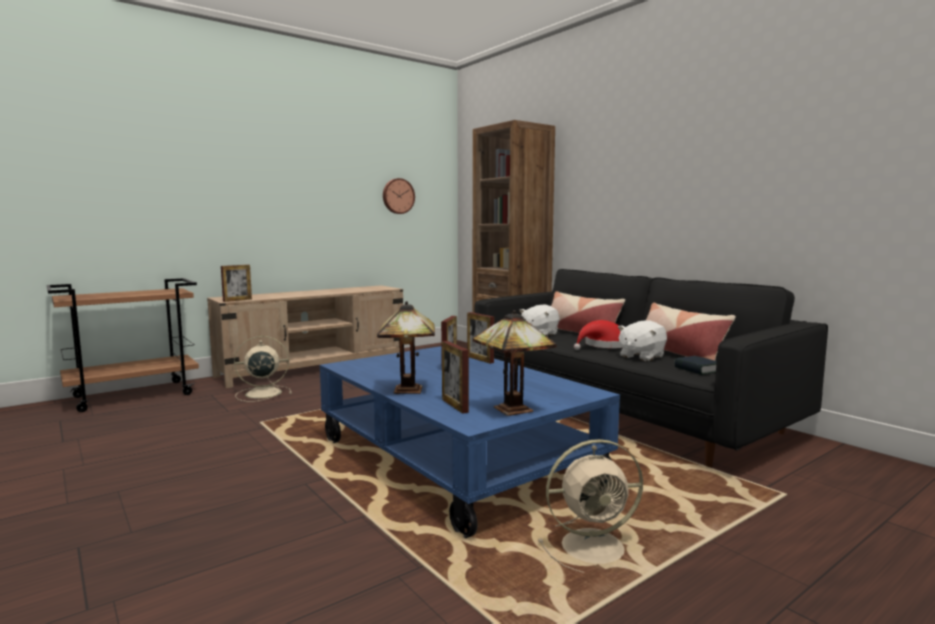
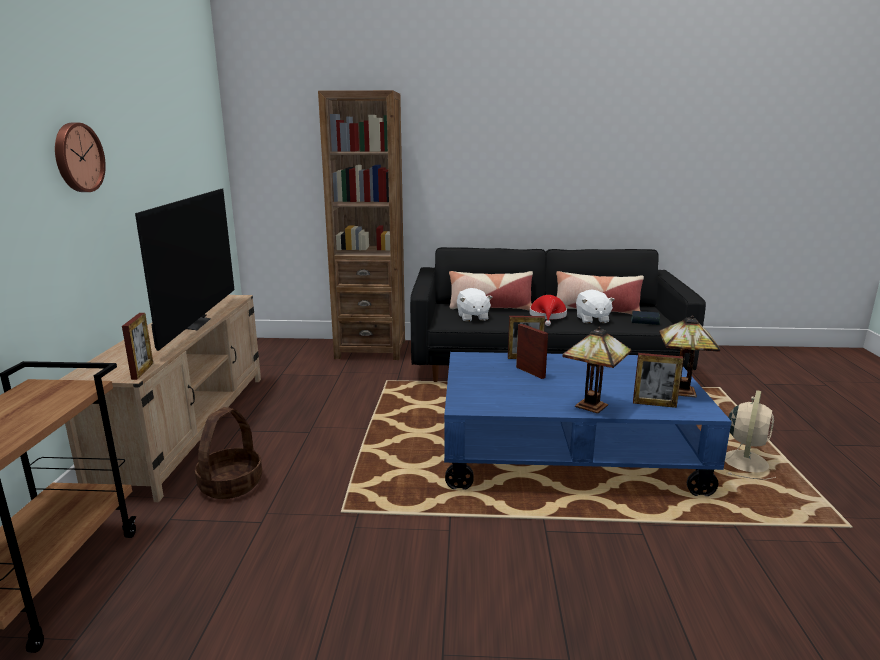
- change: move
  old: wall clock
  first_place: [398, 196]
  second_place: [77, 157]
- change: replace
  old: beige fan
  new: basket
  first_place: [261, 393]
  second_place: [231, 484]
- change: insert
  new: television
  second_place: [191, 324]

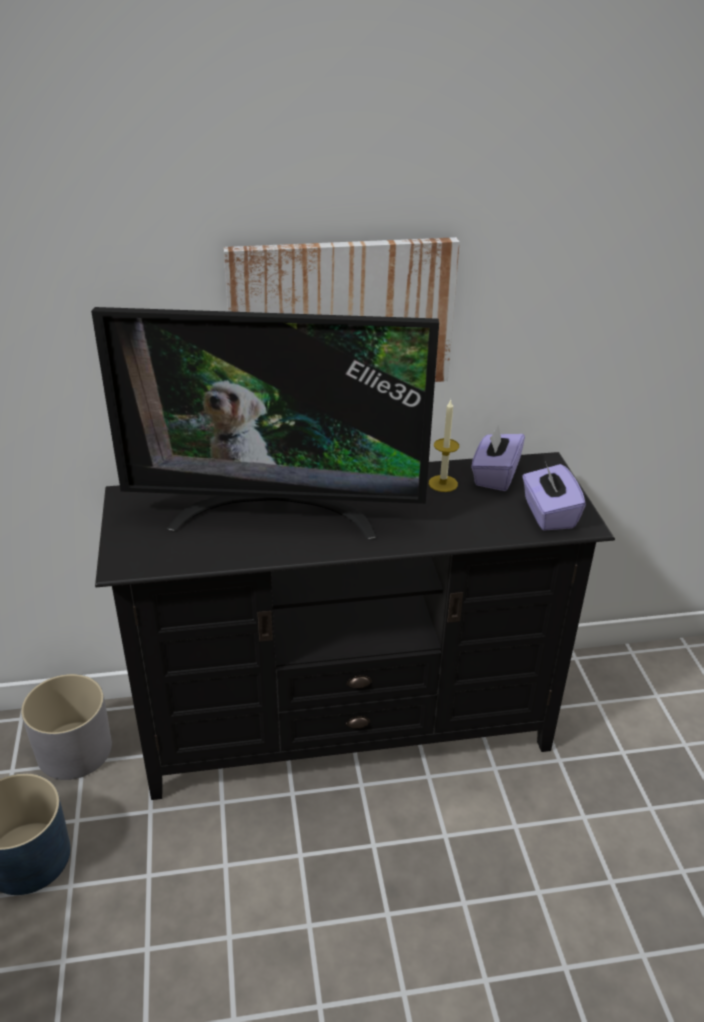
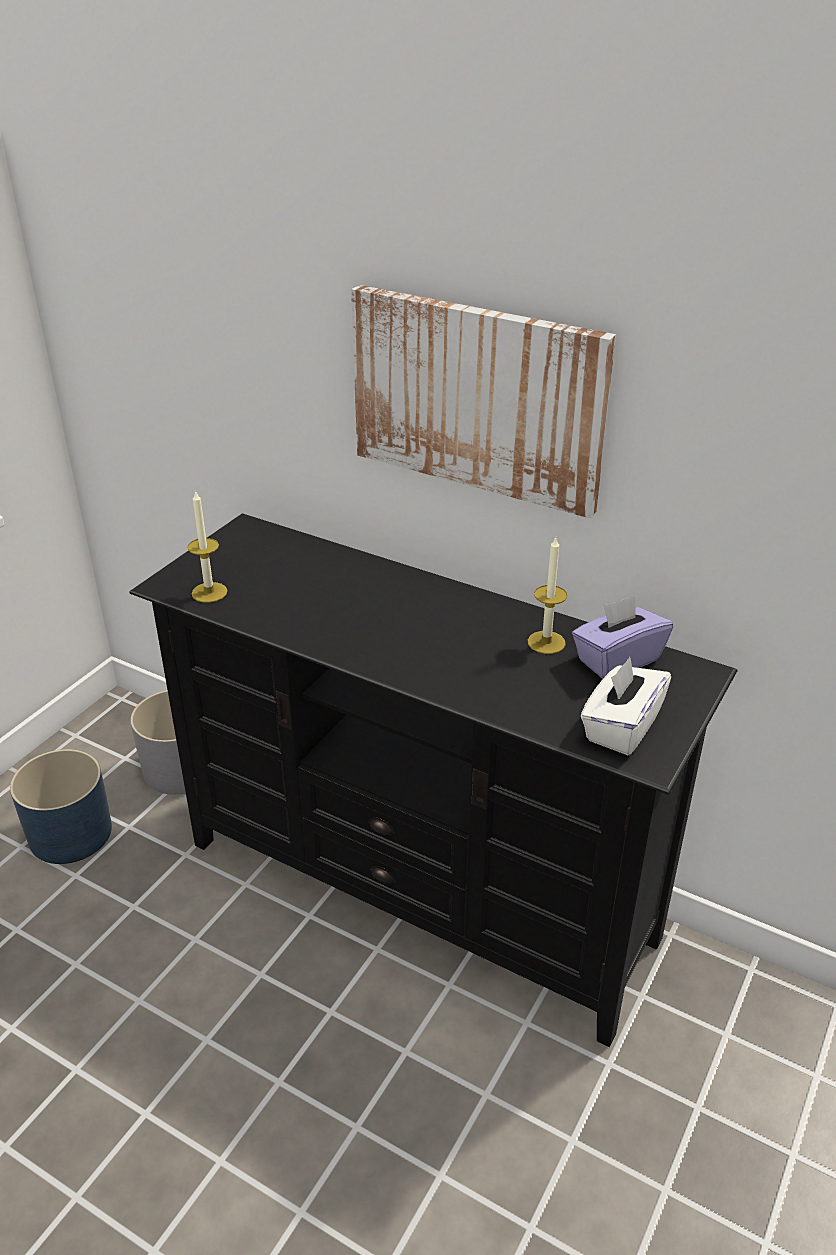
- change: delete
  old: television
  first_place: [275, 512]
- change: recolor
  old: purple tissue box
  new: white tissue box
  first_place: [548, 514]
  second_place: [621, 727]
- change: insert
  new: candle
  second_place: [209, 592]

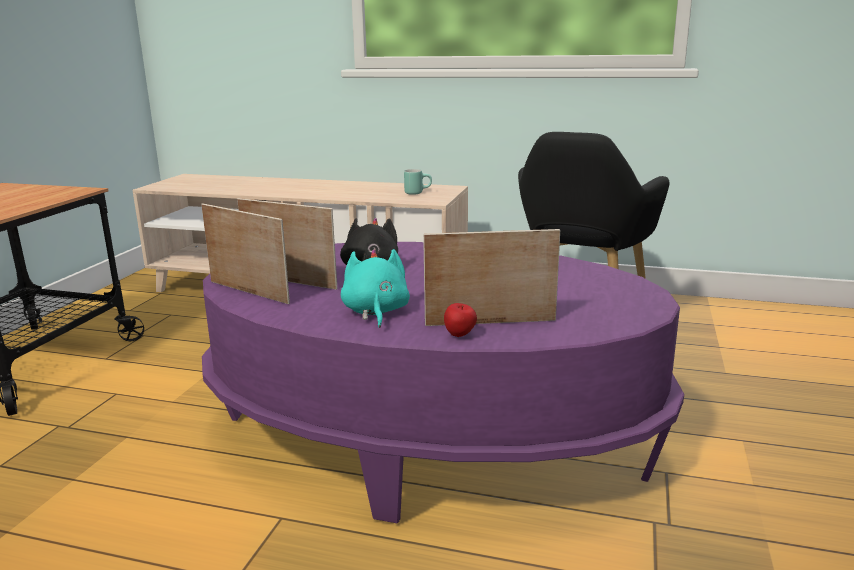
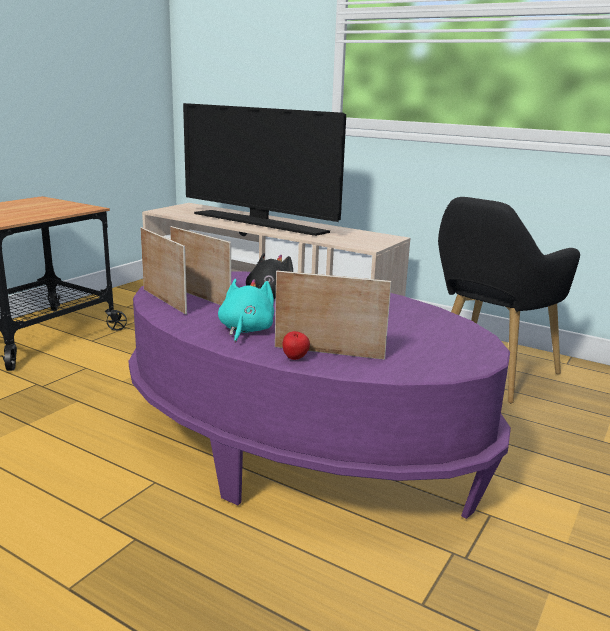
- change: delete
  old: turquoise mug
  first_place: [417, 192]
- change: insert
  new: television
  second_place: [260, 223]

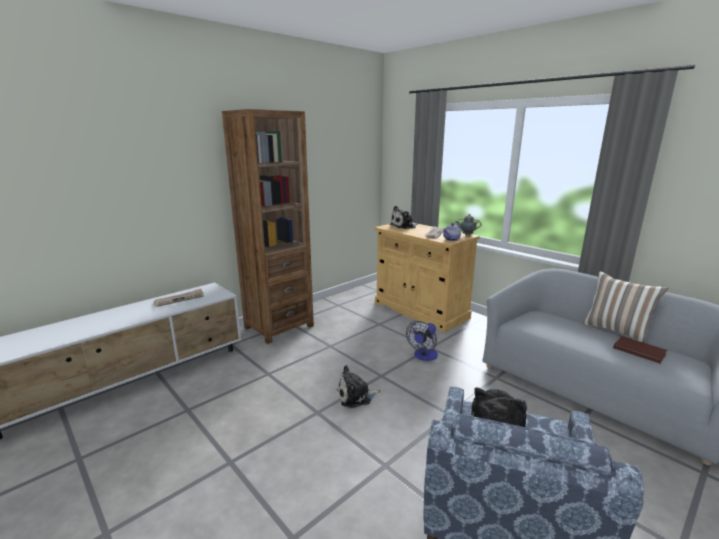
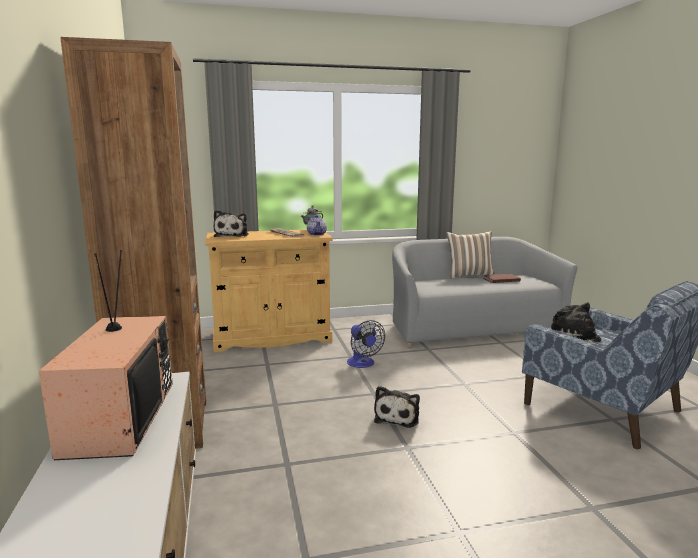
- change: replace
  old: newspaper
  new: television
  first_place: [180, 299]
  second_place: [118, 417]

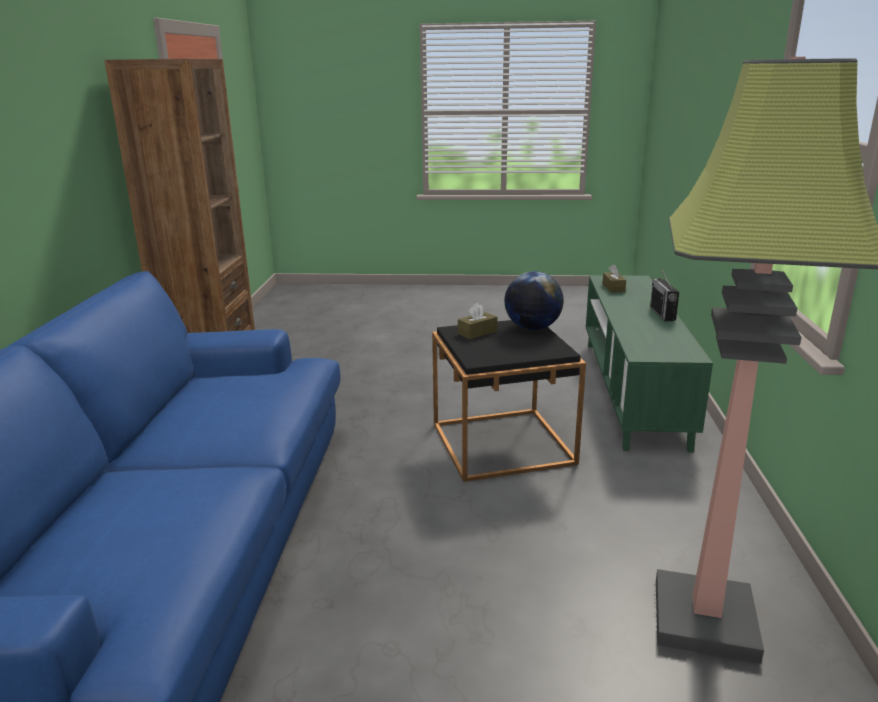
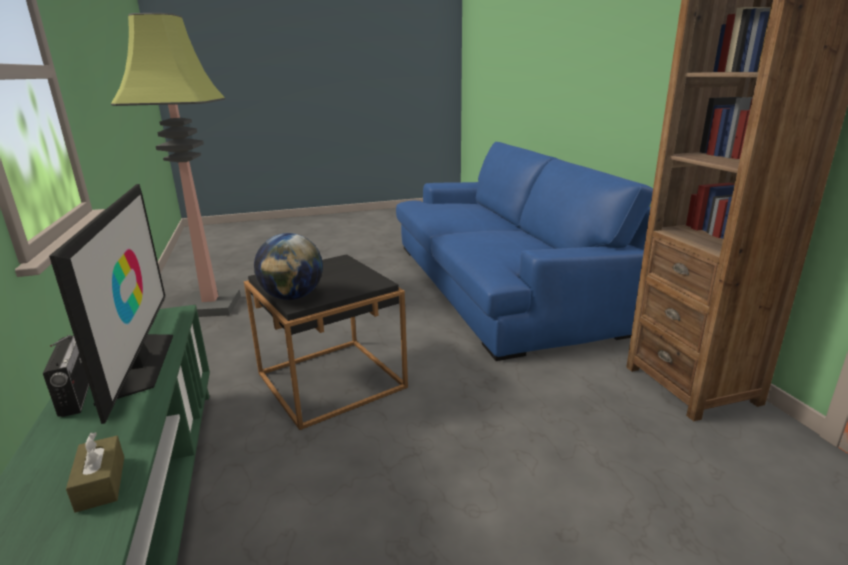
- change: delete
  old: brown tissue box
  first_place: [477, 332]
- change: insert
  new: television
  second_place: [140, 363]

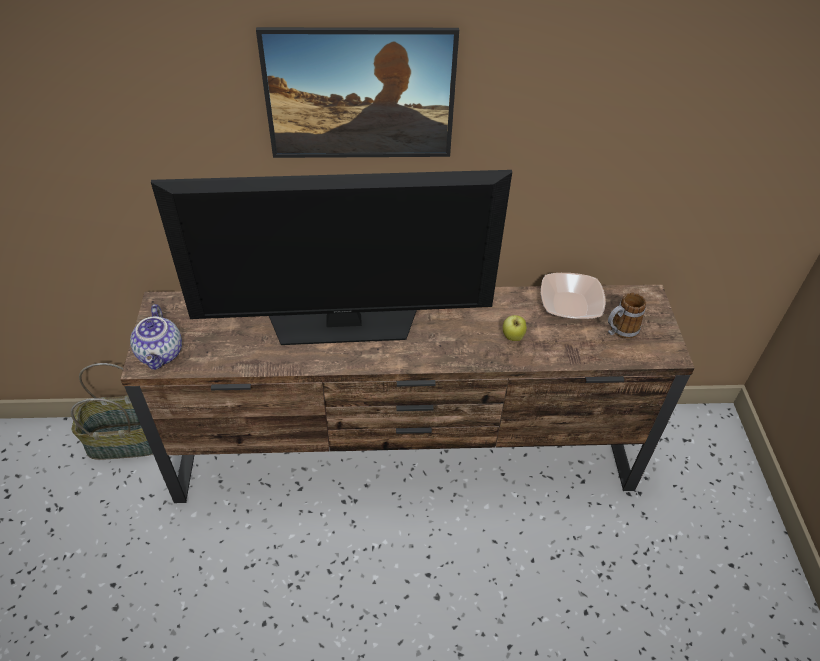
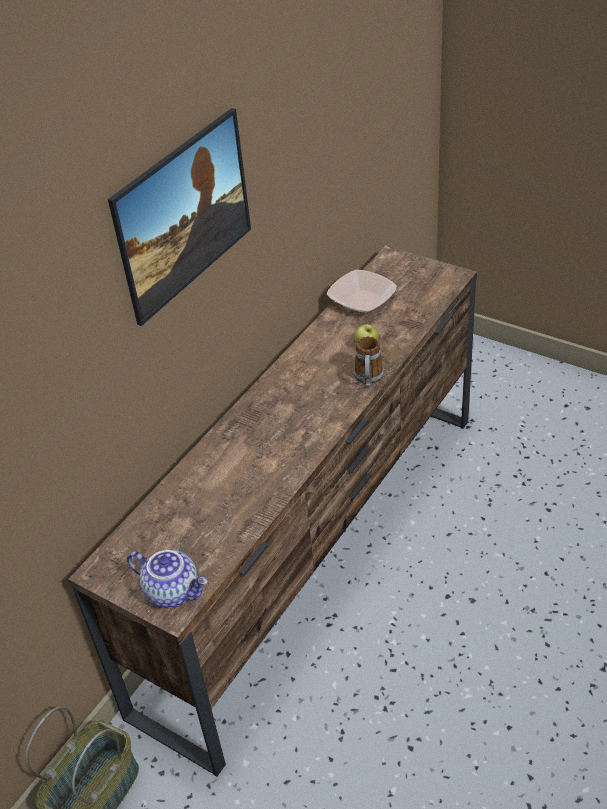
- change: delete
  old: television
  first_place: [344, 322]
- change: move
  old: mug
  first_place: [619, 331]
  second_place: [368, 379]

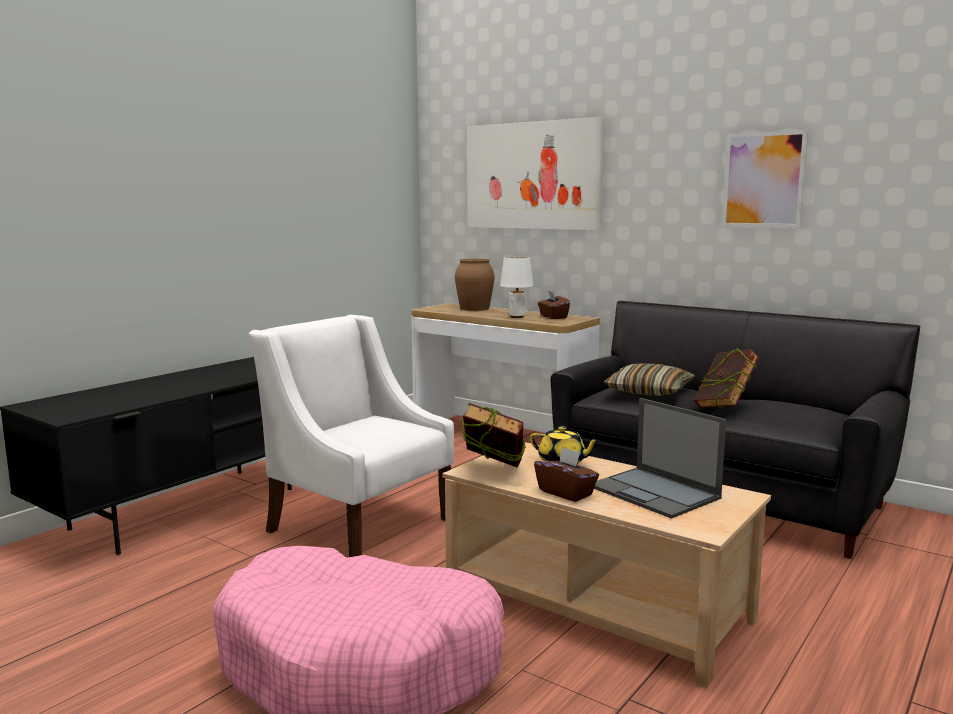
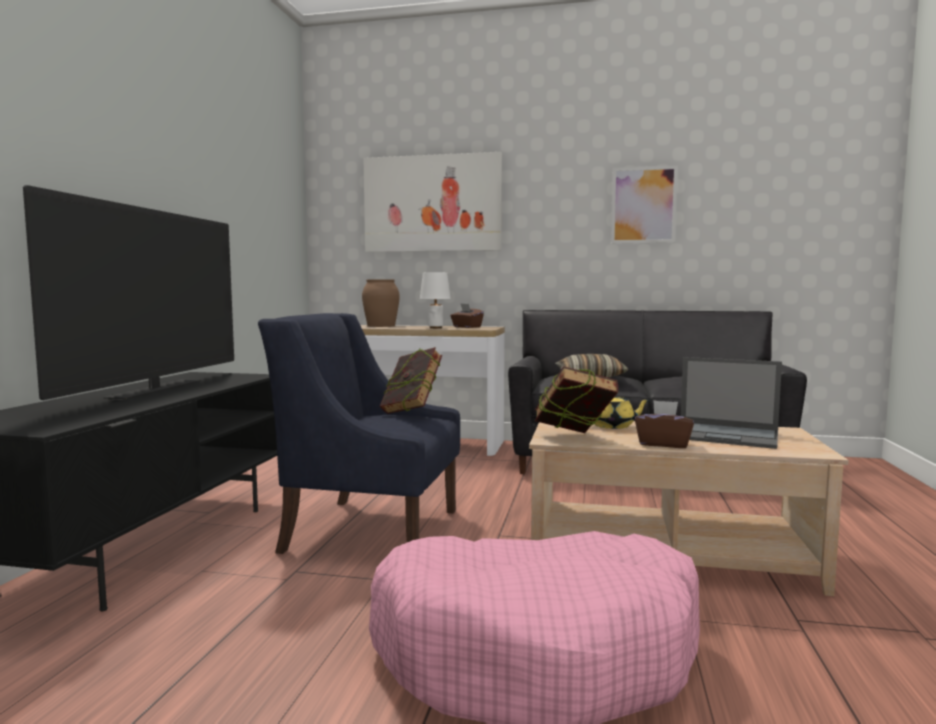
- change: recolor
  old: white armchair
  new: blue armchair
  first_place: [359, 524]
  second_place: [371, 529]
- change: move
  old: book
  first_place: [724, 408]
  second_place: [411, 412]
- change: insert
  new: television
  second_place: [156, 390]

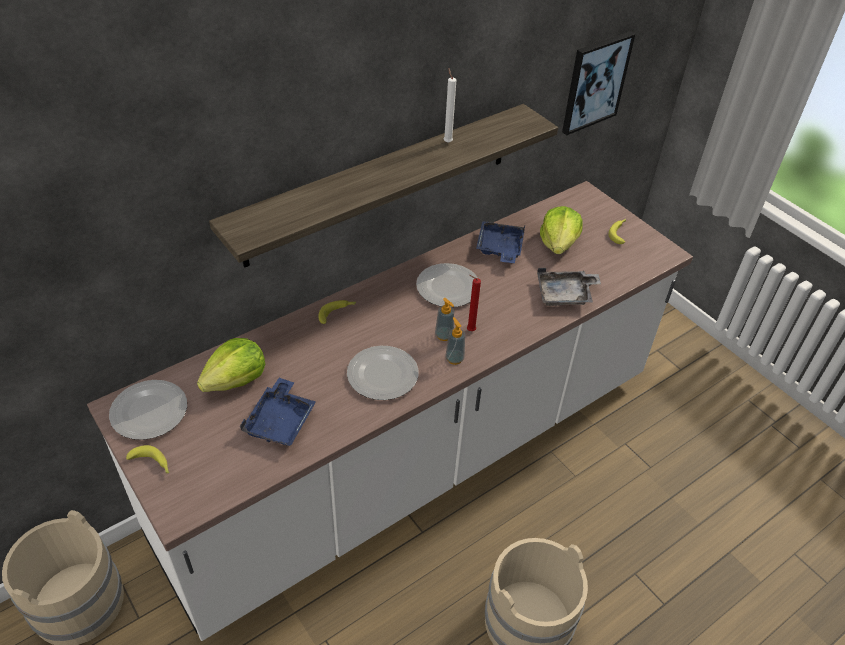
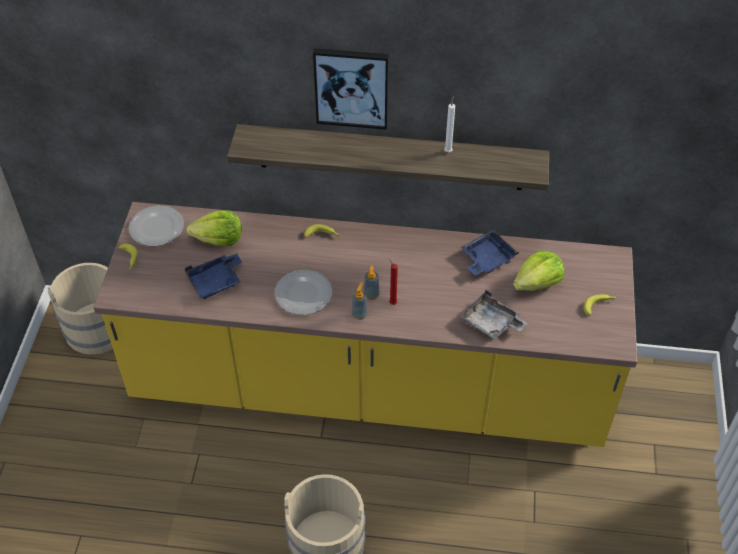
- change: move
  old: picture
  first_place: [595, 82]
  second_place: [351, 87]
- change: recolor
  old: white counter
  new: yellow counter
  first_place: [415, 457]
  second_place: [369, 386]
- change: delete
  old: plate
  first_place: [448, 287]

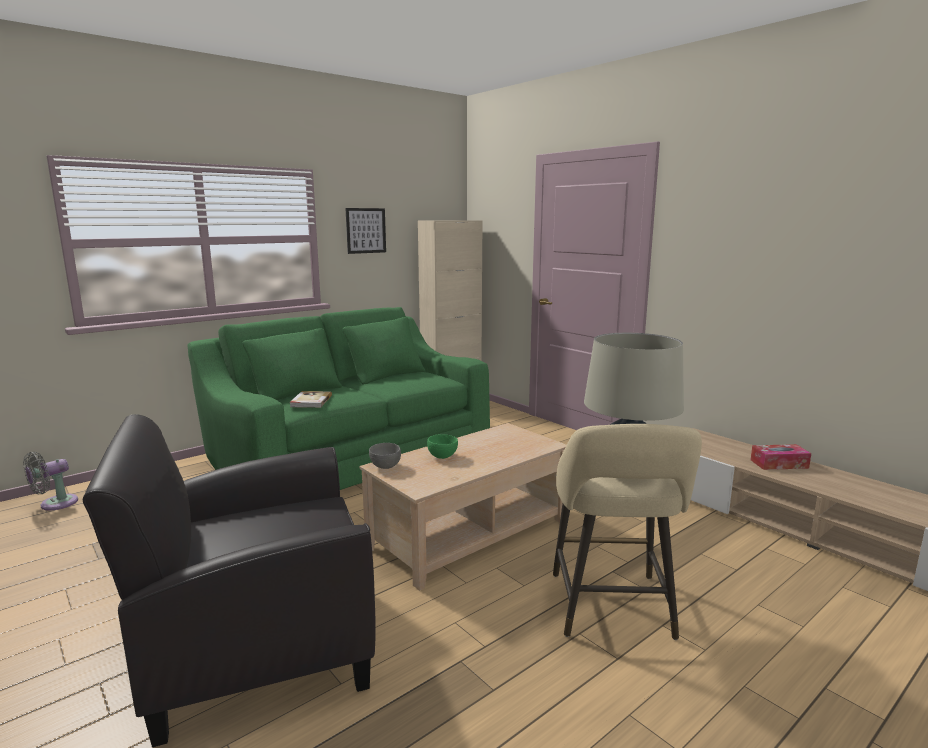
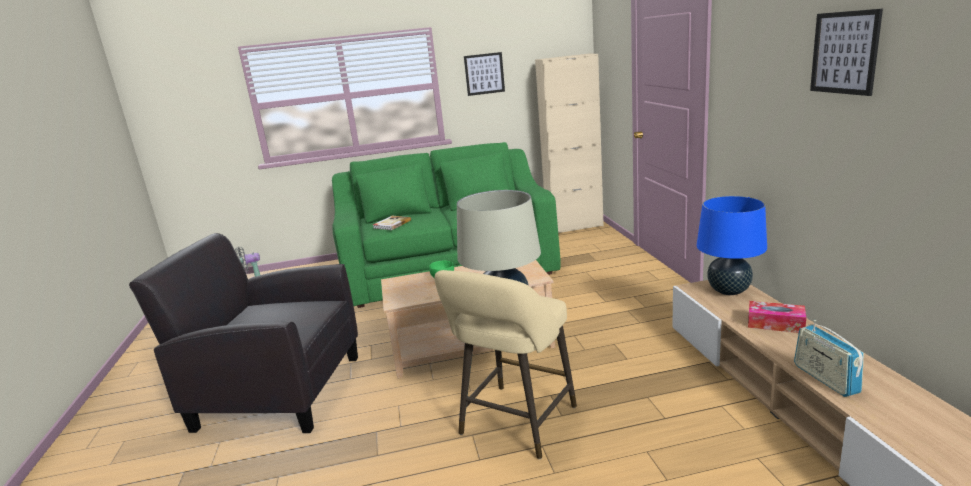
- change: delete
  old: grey bowl
  first_place: [385, 466]
- change: insert
  new: picture
  second_place: [844, 53]
- change: insert
  new: blue table lamp
  second_place: [728, 291]
- change: insert
  new: radio
  second_place: [825, 379]

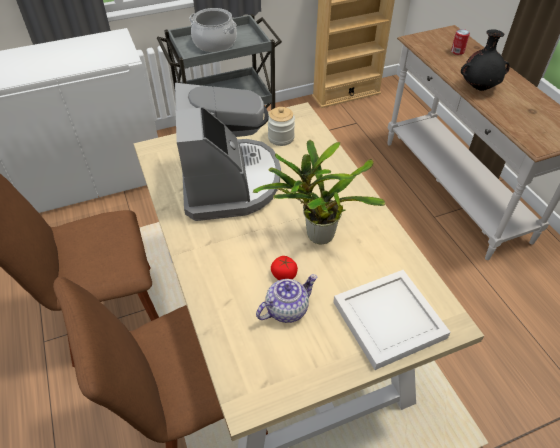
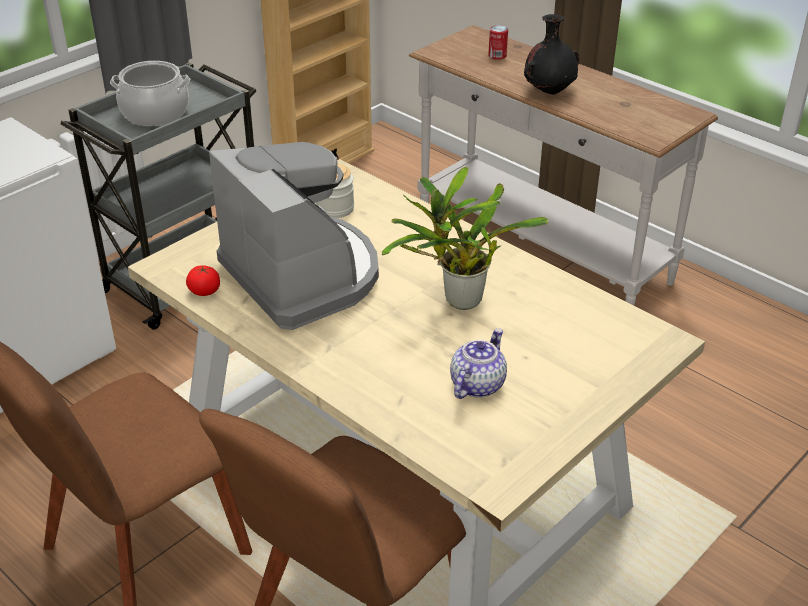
- change: move
  old: tomato
  first_place: [284, 275]
  second_place: [204, 291]
- change: delete
  old: white tray
  first_place: [390, 320]

